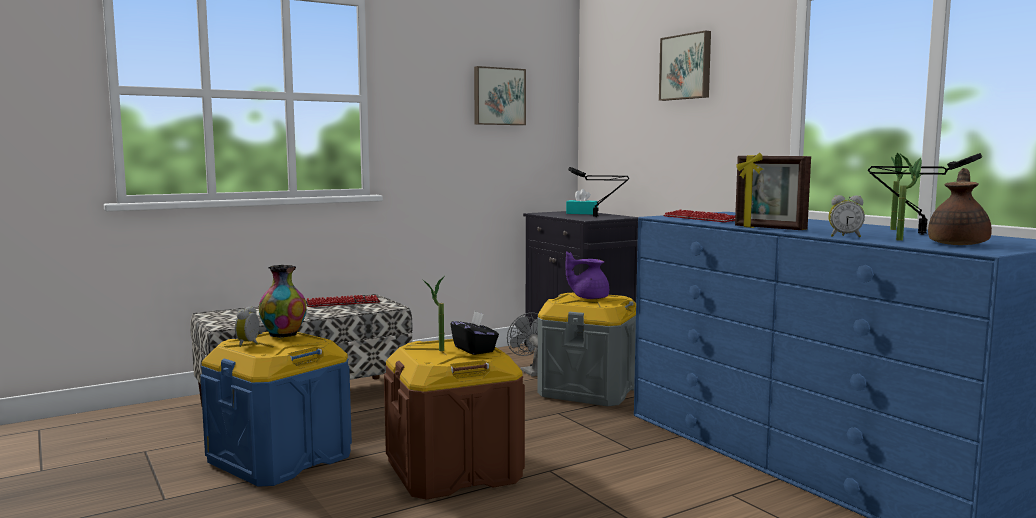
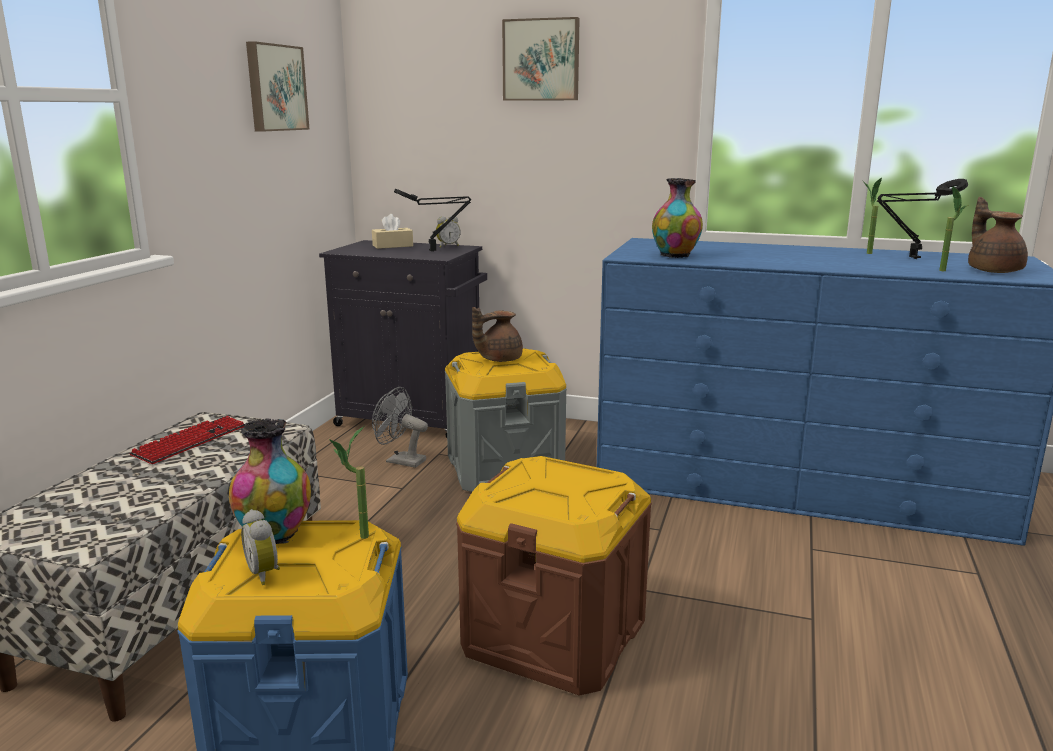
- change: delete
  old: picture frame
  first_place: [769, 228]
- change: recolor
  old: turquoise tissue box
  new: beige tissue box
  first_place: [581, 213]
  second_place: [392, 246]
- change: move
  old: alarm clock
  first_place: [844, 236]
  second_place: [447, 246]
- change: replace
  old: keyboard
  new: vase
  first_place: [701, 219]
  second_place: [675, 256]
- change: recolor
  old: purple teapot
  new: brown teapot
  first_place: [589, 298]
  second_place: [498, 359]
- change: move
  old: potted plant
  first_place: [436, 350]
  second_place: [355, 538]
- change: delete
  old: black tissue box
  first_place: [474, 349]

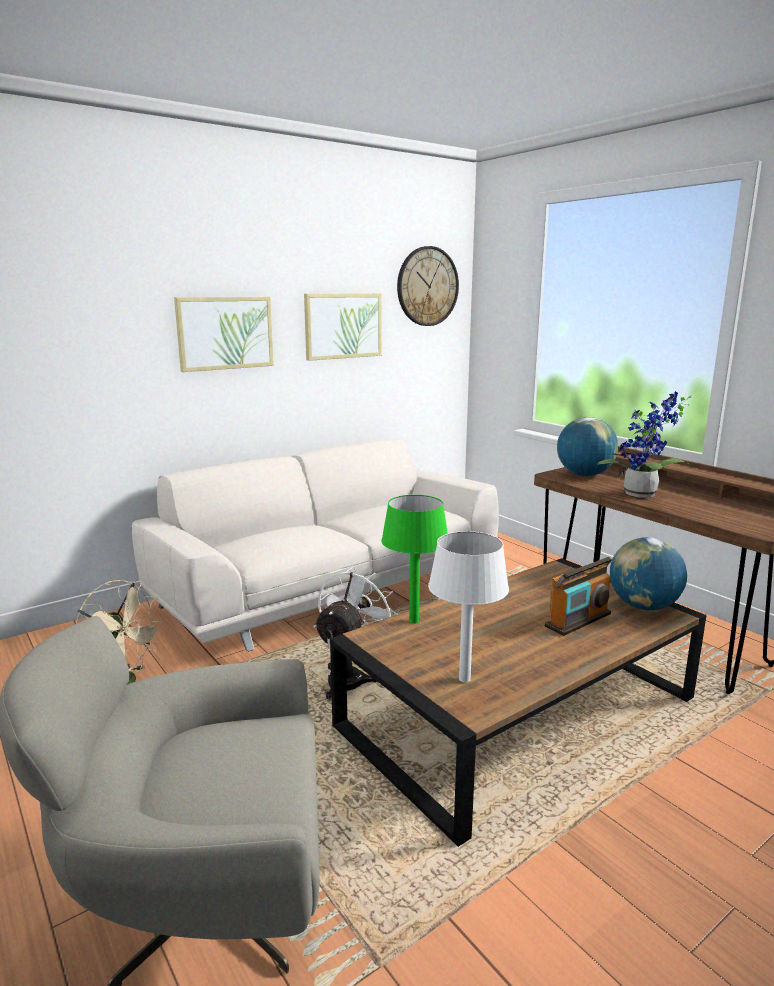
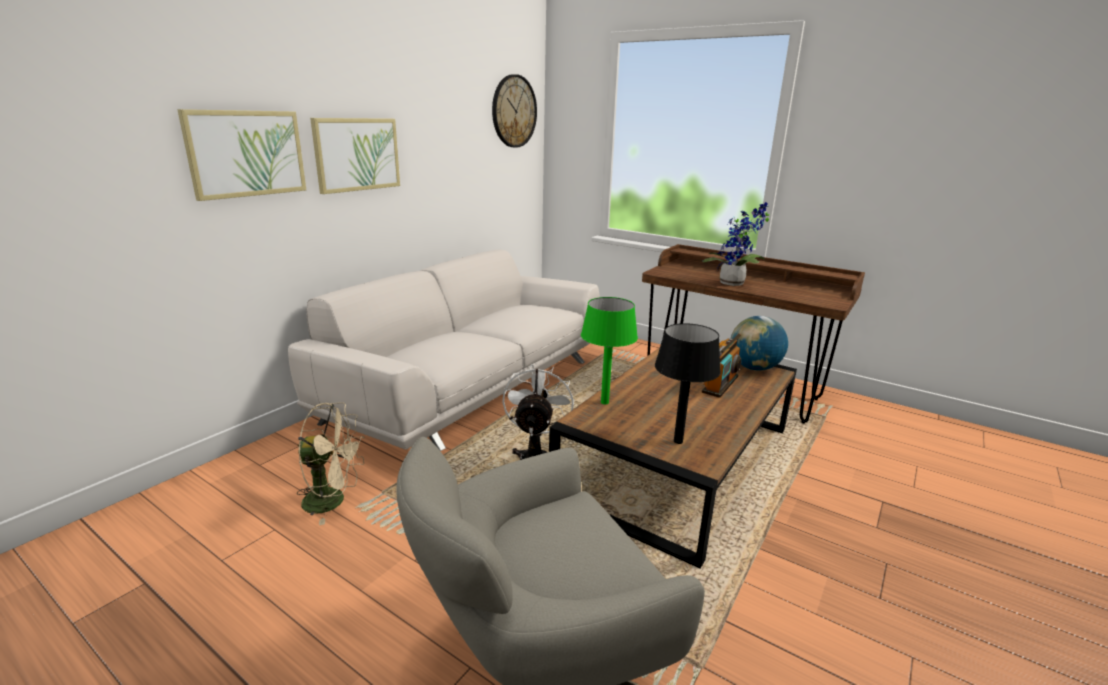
- change: move
  old: picture
  first_place: [343, 326]
  second_place: [246, 153]
- change: delete
  old: globe
  first_place: [584, 475]
- change: recolor
  old: white table lamp
  new: black table lamp
  first_place: [464, 678]
  second_place: [677, 441]

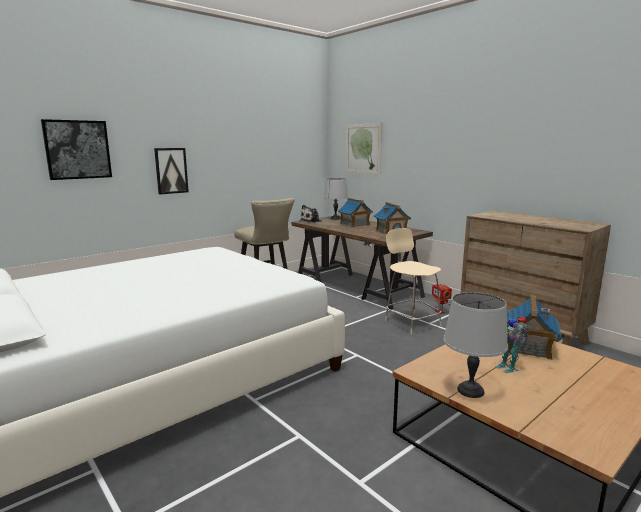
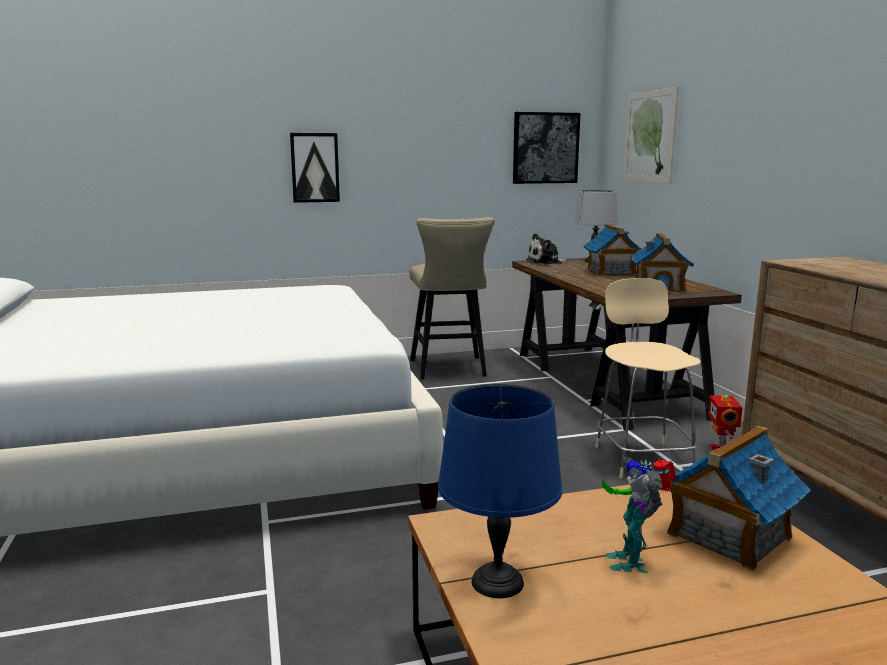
- change: move
  old: picture
  first_place: [77, 149]
  second_place: [545, 148]
- change: recolor
  old: grey table lamp
  new: blue table lamp
  first_place: [471, 391]
  second_place: [497, 583]

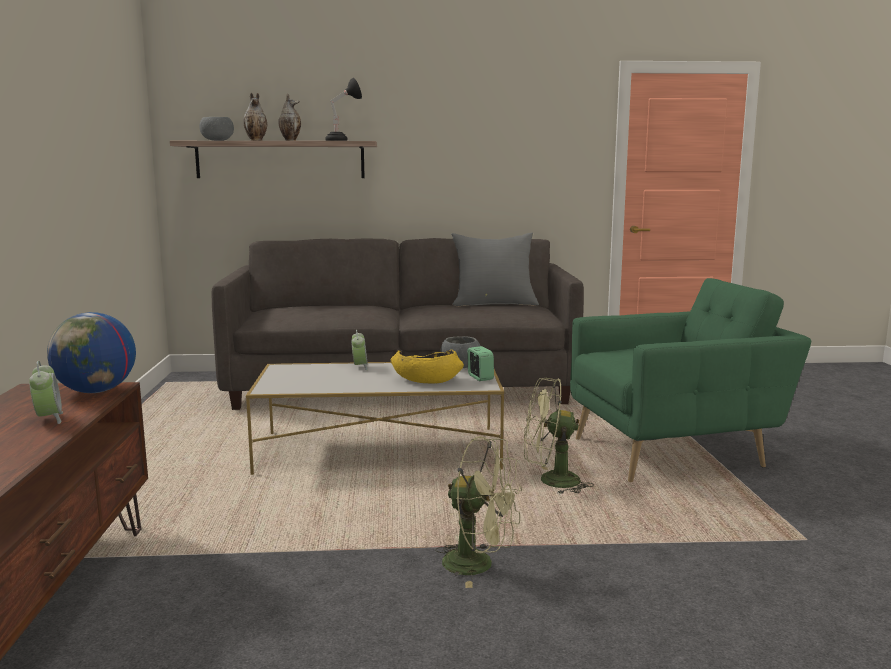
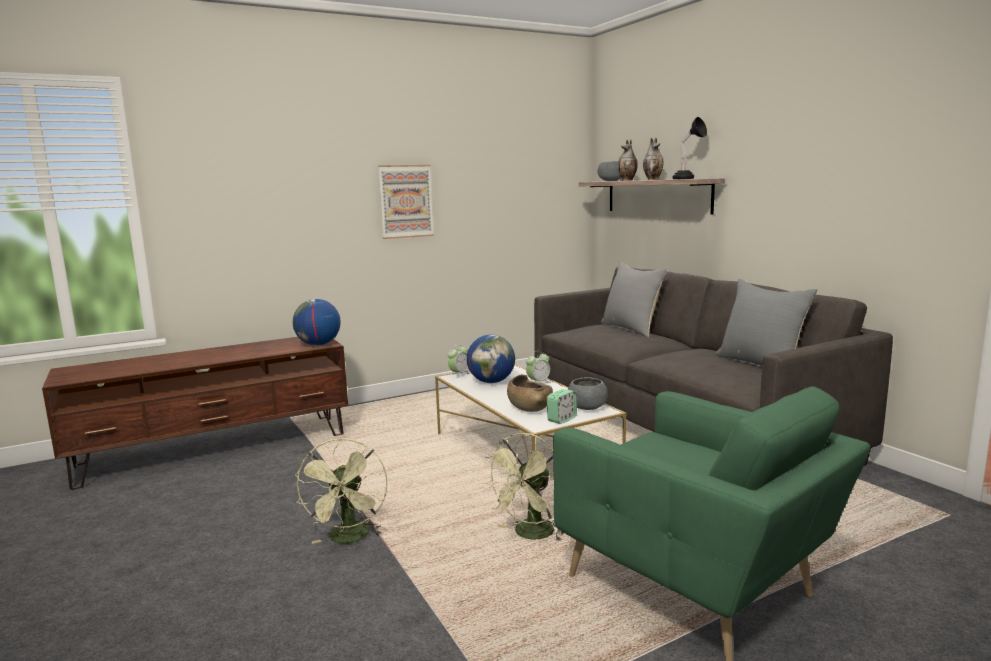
- change: recolor
  old: yellow bowl
  new: brown bowl
  first_place: [426, 380]
  second_place: [529, 406]
- change: move
  old: alarm clock
  first_place: [48, 419]
  second_place: [459, 374]
- change: rotate
  old: green fan
  first_place: [550, 481]
  second_place: [530, 535]
  degrees: -120
- change: insert
  new: picture
  second_place: [406, 201]
- change: insert
  new: grey pillow
  second_place: [632, 329]
- change: insert
  new: globe
  second_place: [491, 382]

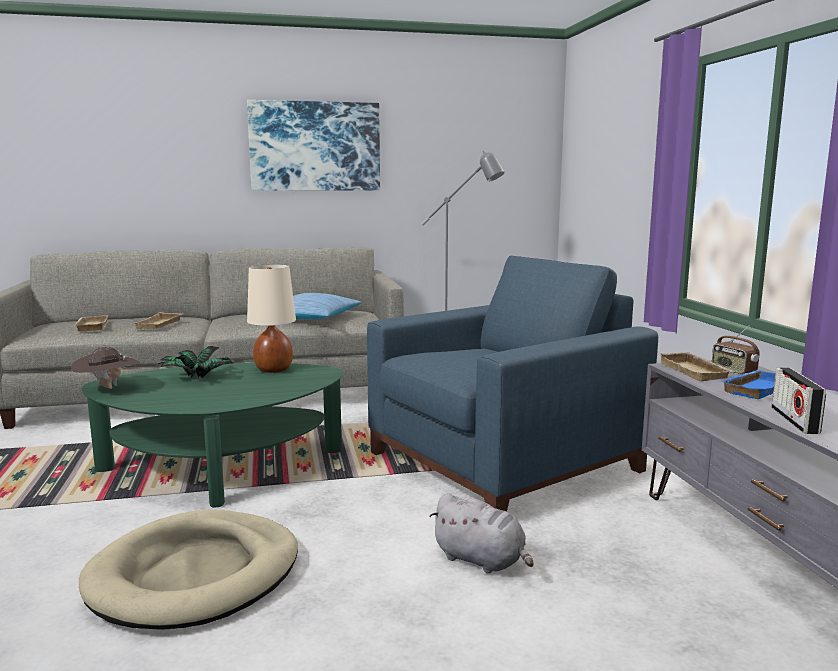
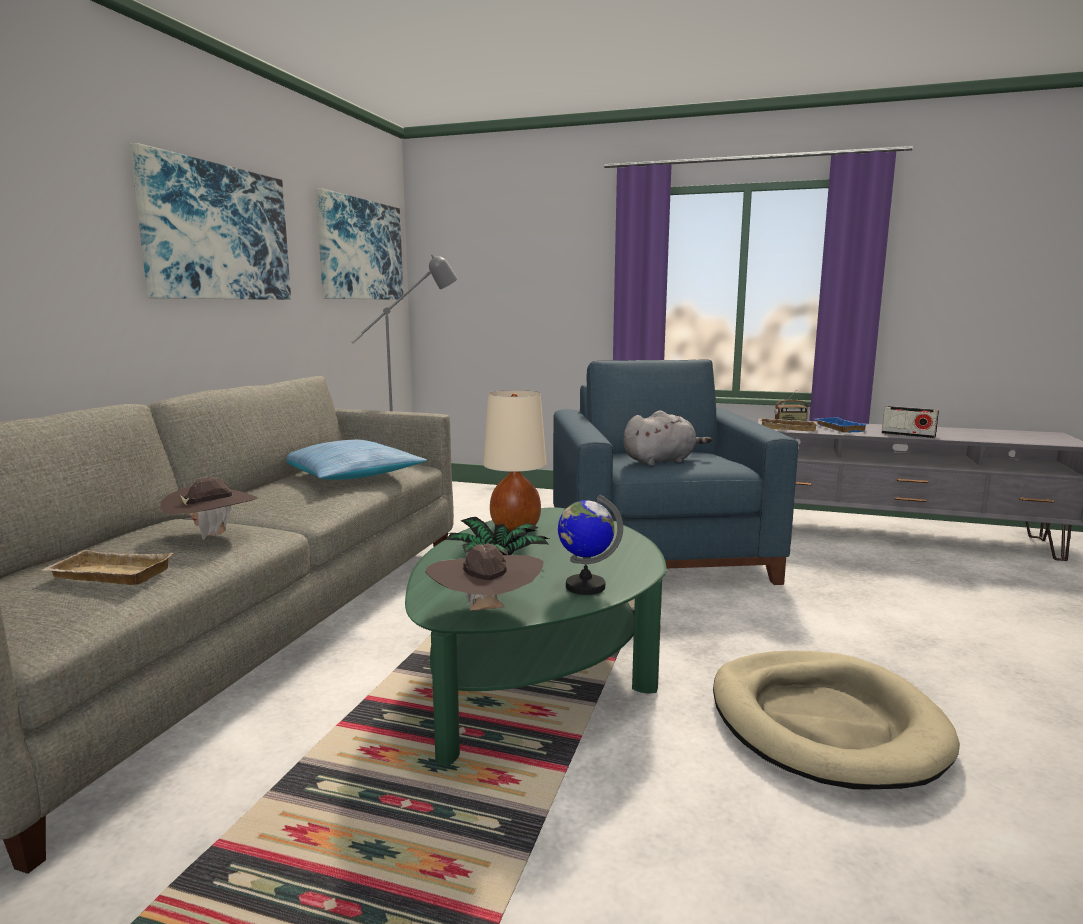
- change: replace
  old: beige tray
  new: brown hat
  first_place: [160, 325]
  second_place: [213, 535]
- change: move
  old: grey plush toy
  first_place: [482, 560]
  second_place: [661, 461]
- change: insert
  new: picture
  second_place: [361, 250]
- change: insert
  new: globe
  second_place: [585, 586]

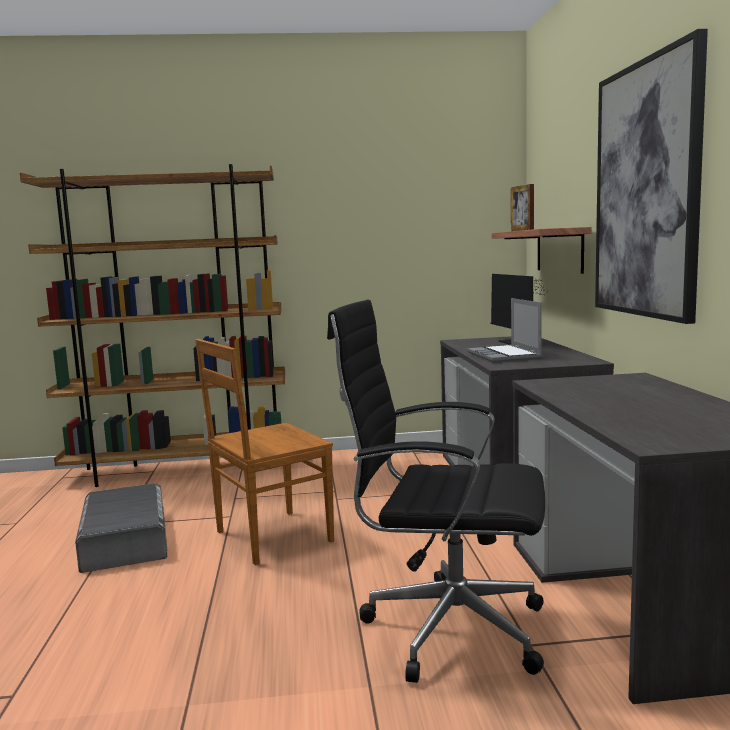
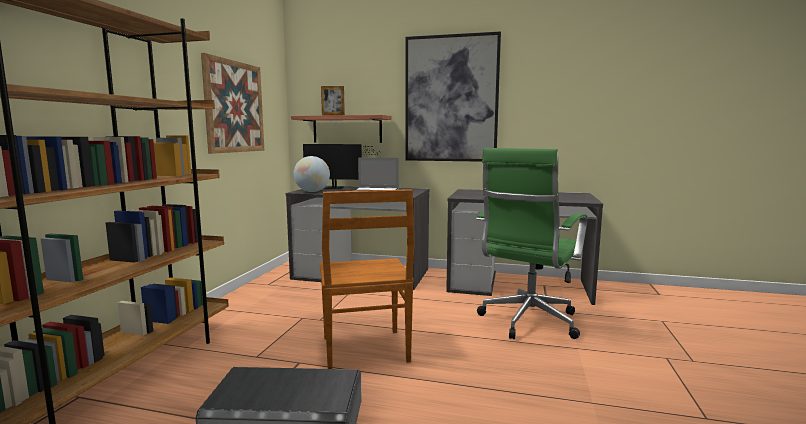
- change: recolor
  old: black office chair
  new: green office chair
  first_place: [445, 628]
  second_place: [527, 322]
- change: insert
  new: picture
  second_place: [234, 107]
- change: insert
  new: globe
  second_place: [312, 191]

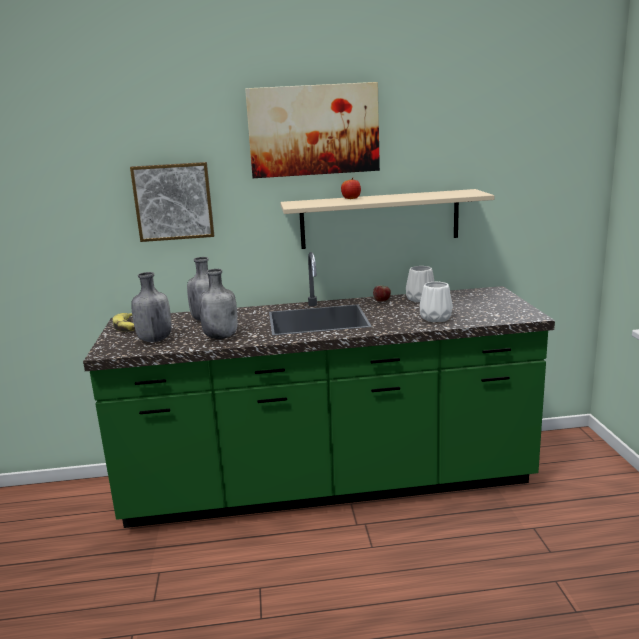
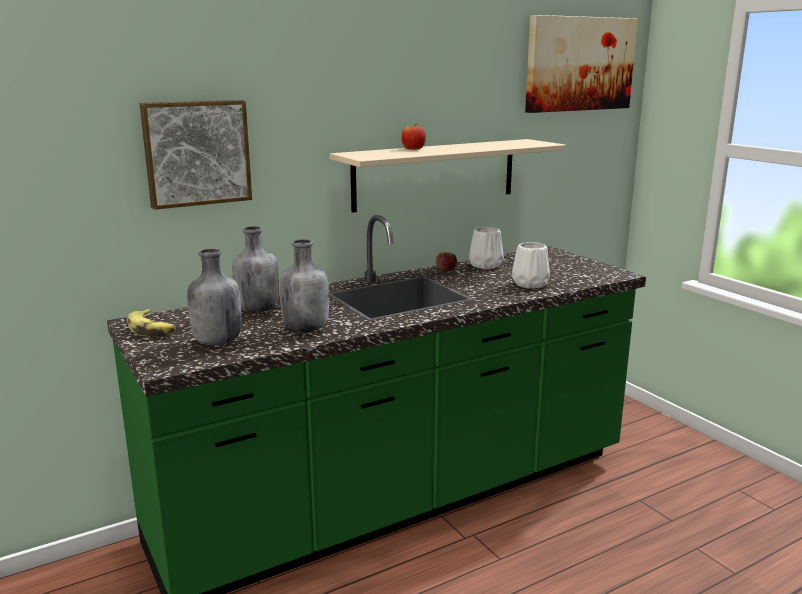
- change: move
  old: picture
  first_place: [313, 130]
  second_place: [579, 64]

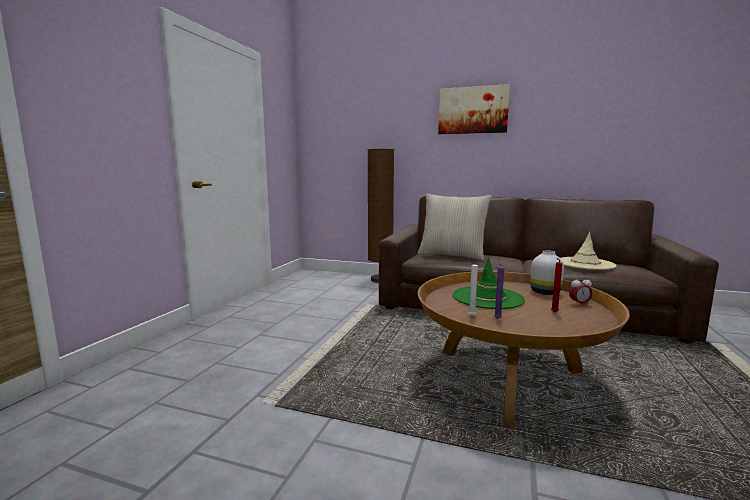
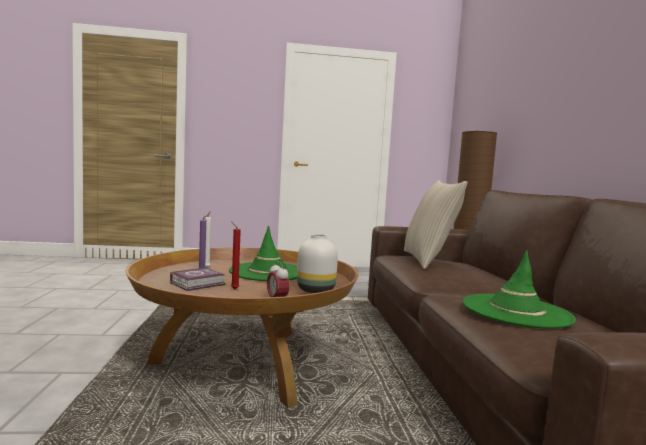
- change: delete
  old: picture
  first_place: [473, 110]
- change: recolor
  old: beige hat
  new: green hat
  first_place: [585, 264]
  second_place: [516, 311]
- change: insert
  new: book
  second_place: [199, 283]

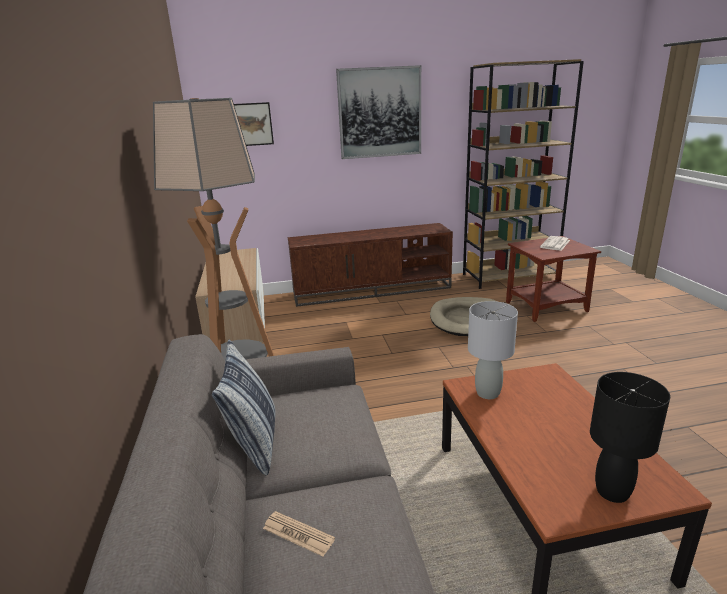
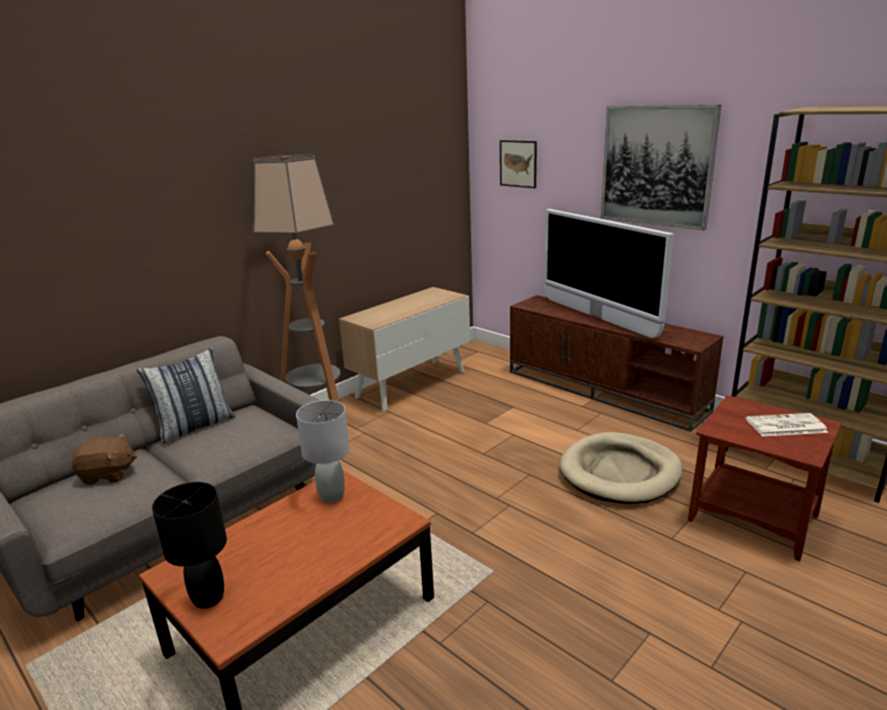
- change: replace
  old: newspaper
  new: brown plush toy
  first_place: [298, 534]
  second_place: [108, 474]
- change: insert
  new: television
  second_place: [597, 317]

